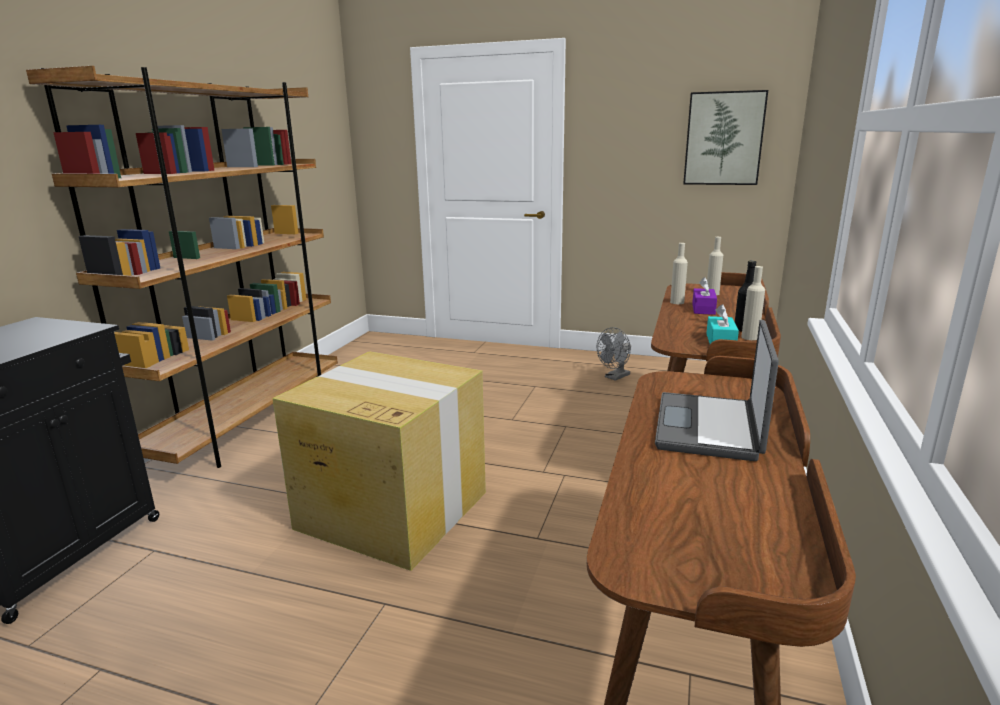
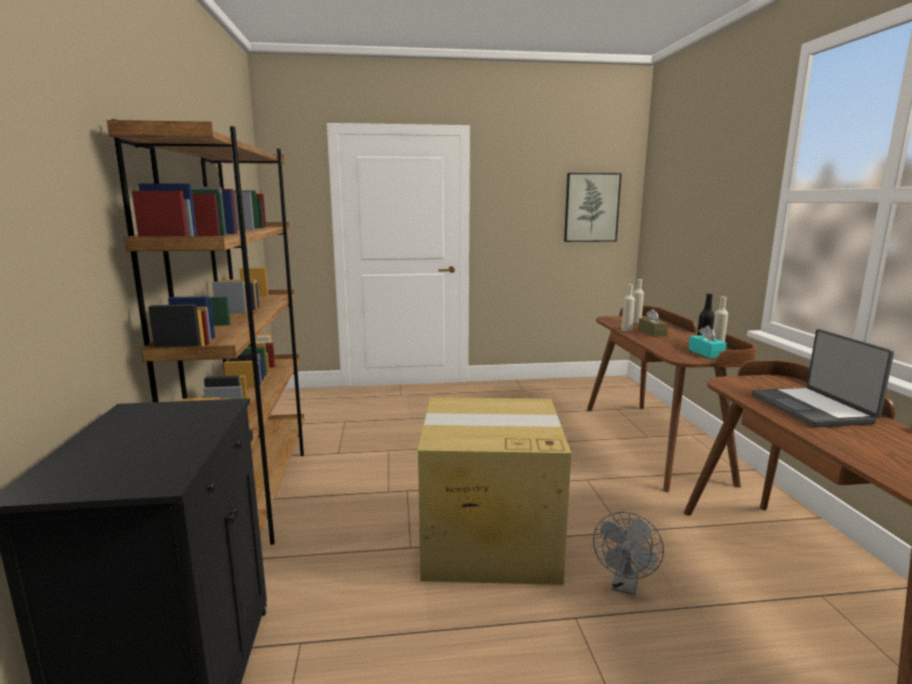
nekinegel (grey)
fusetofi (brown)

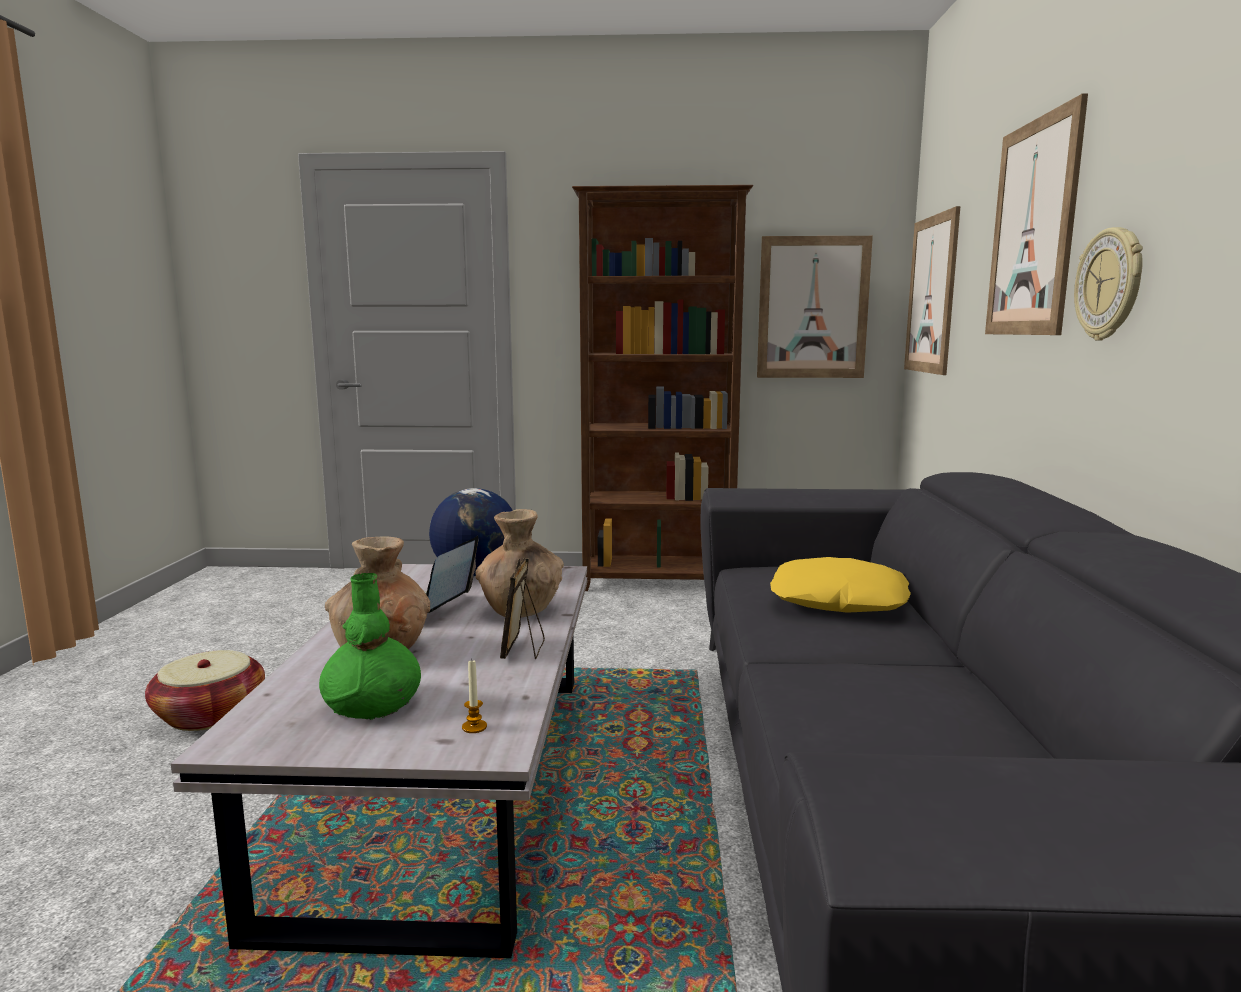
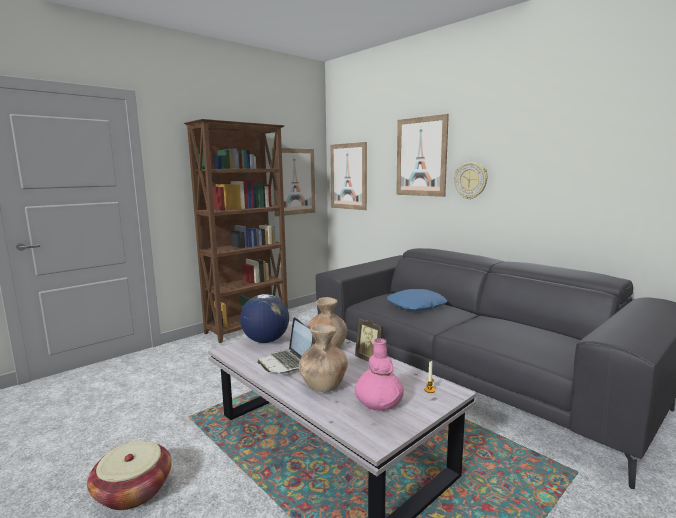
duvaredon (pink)
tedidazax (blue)

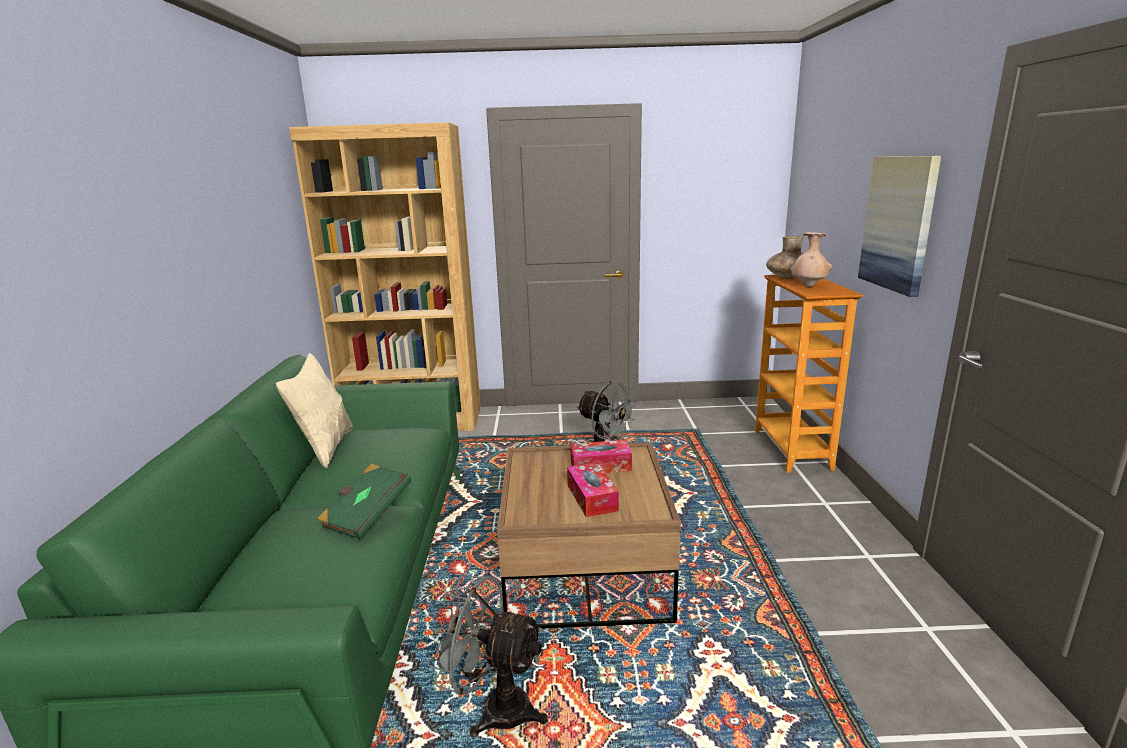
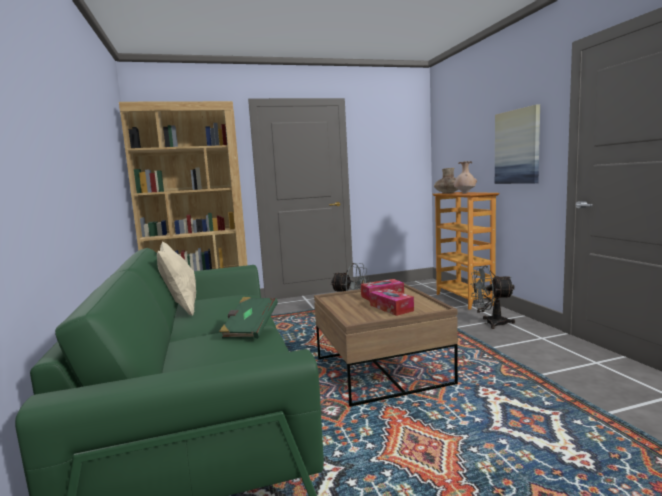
nekinegel (grey) (no. 2 from left)

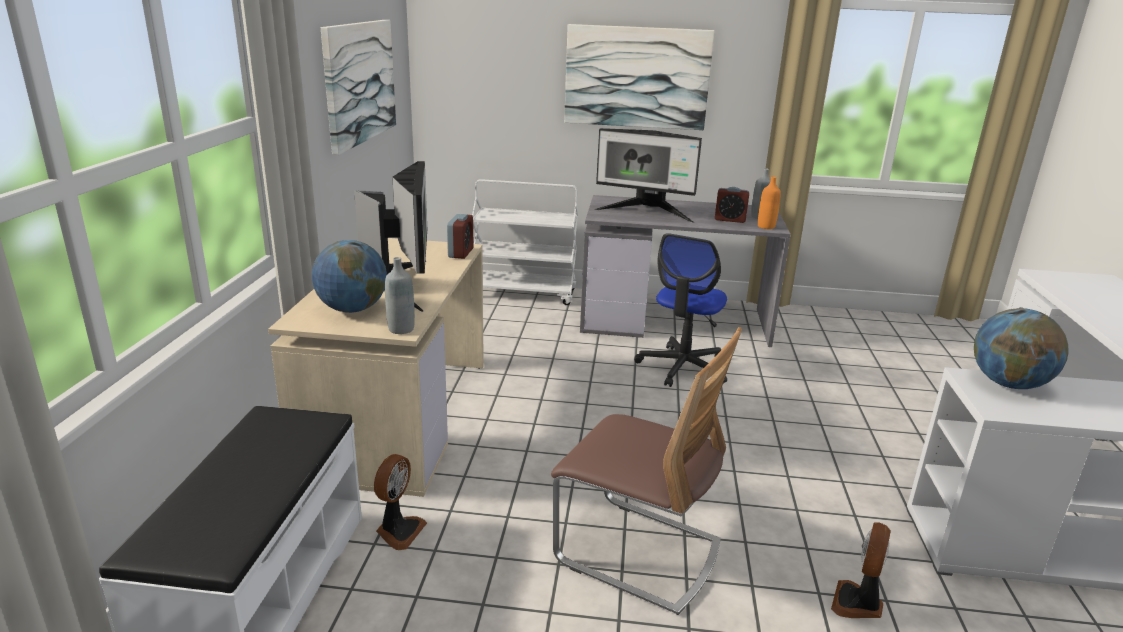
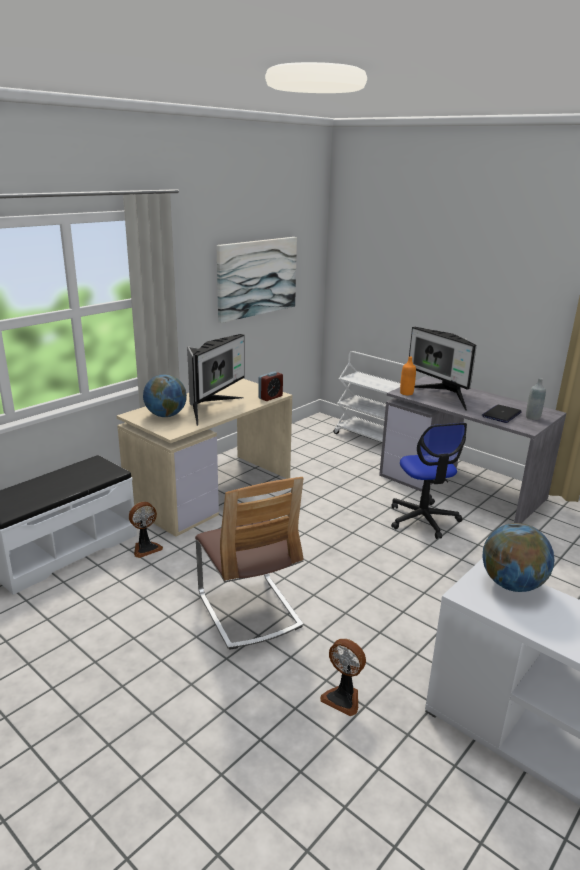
nekinegel (no. 2 from left)
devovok
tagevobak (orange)
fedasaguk
tagevobak (grey) (no. 1 from left in the first image)
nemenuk (no. 2 from left in the first image)

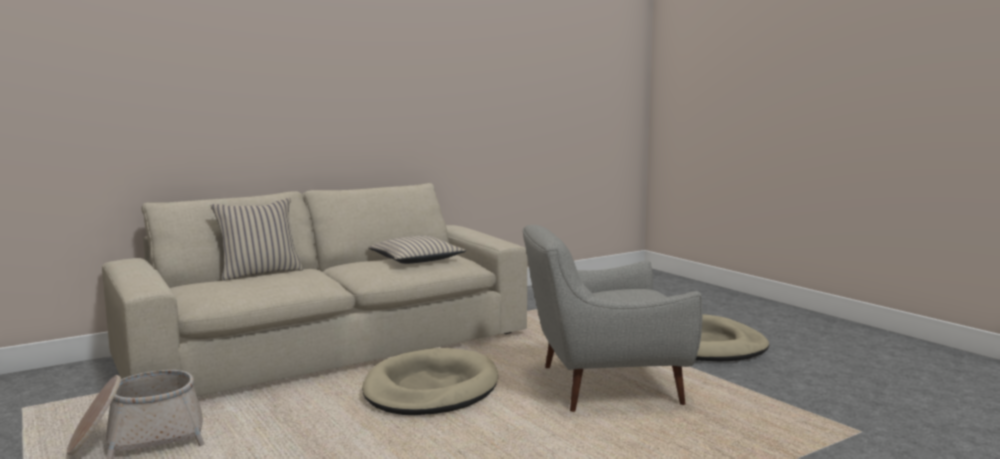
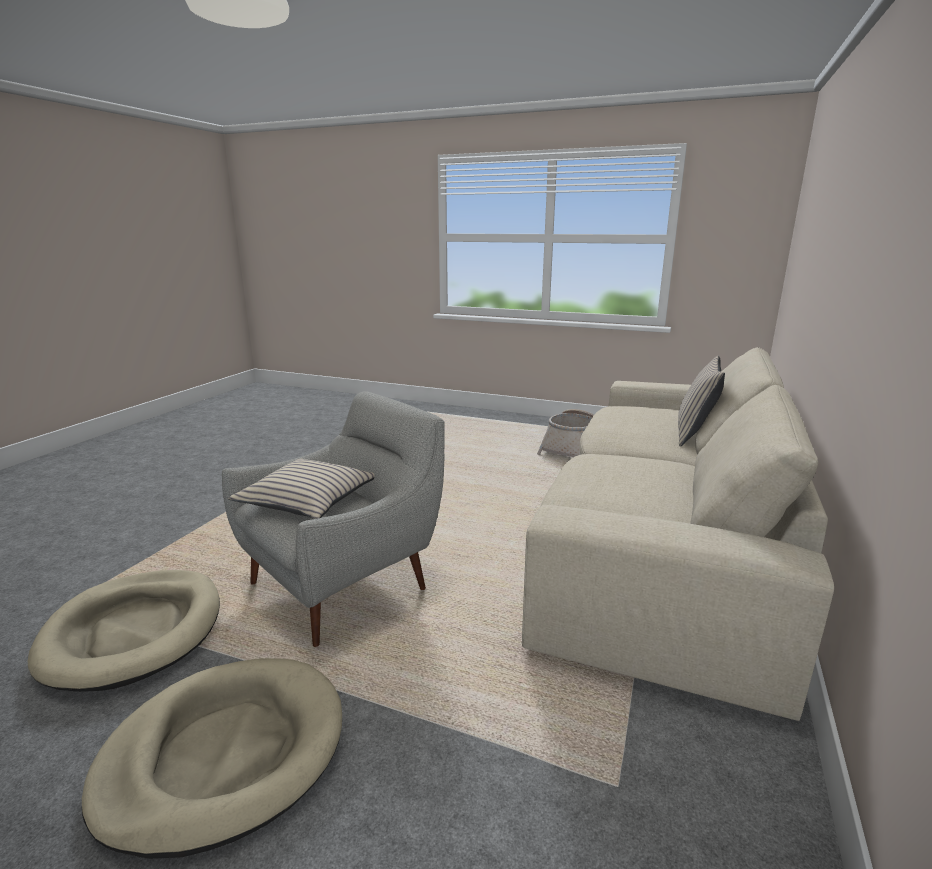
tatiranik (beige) (no. 1 from left)
tedidazax (beige) (no. 1 from left)

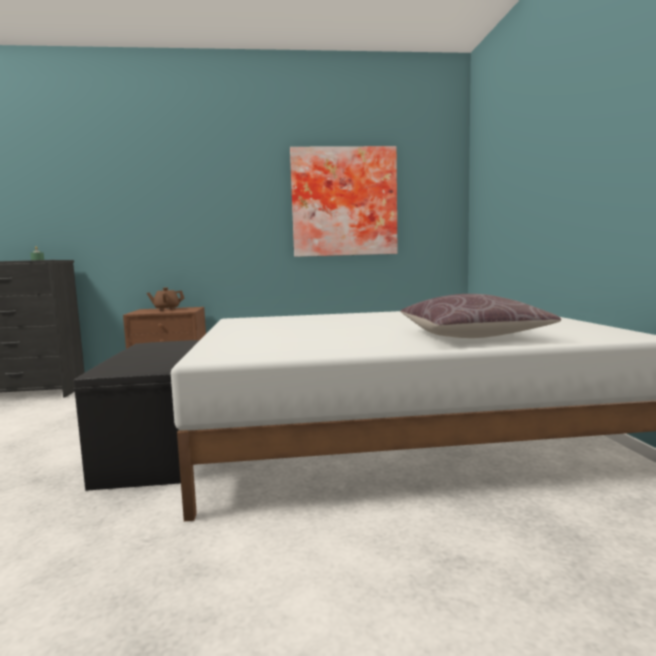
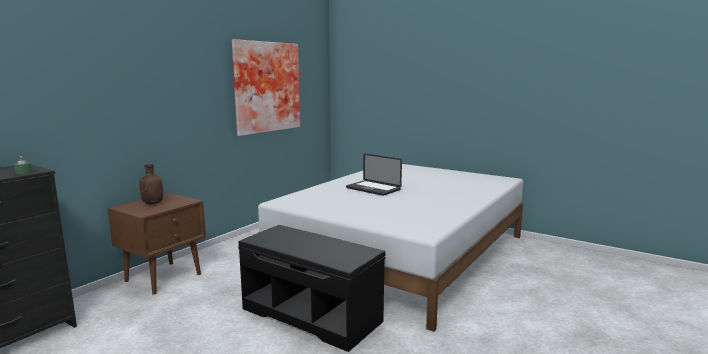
tagevobak (brown)
fedasaguk
tedidazax (brown)

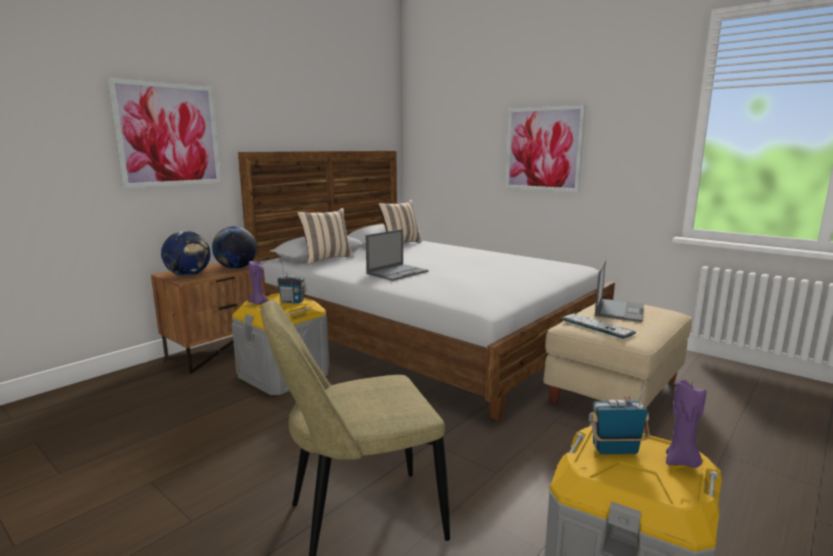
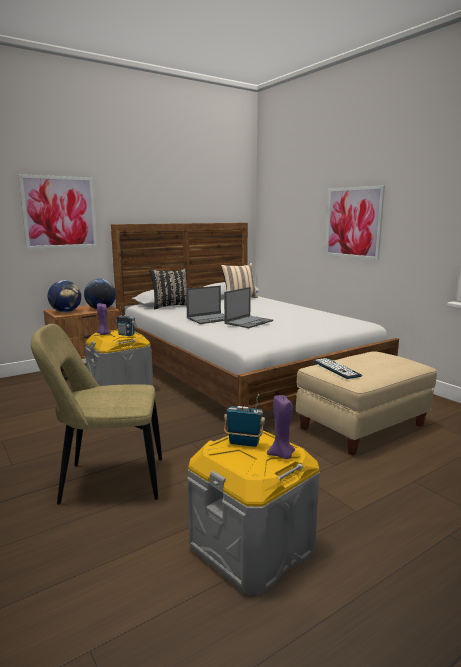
tedidazax (black)
fedasaguk (no. 2 from left)

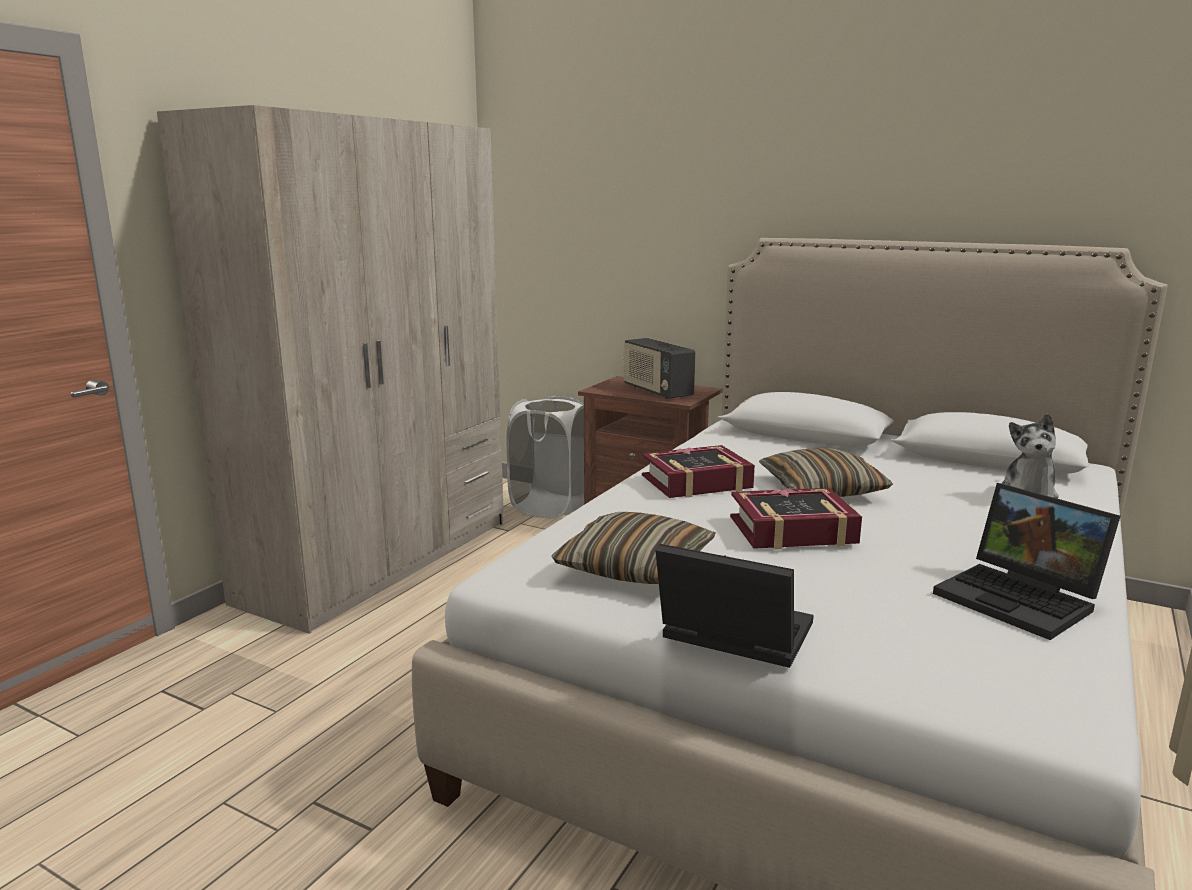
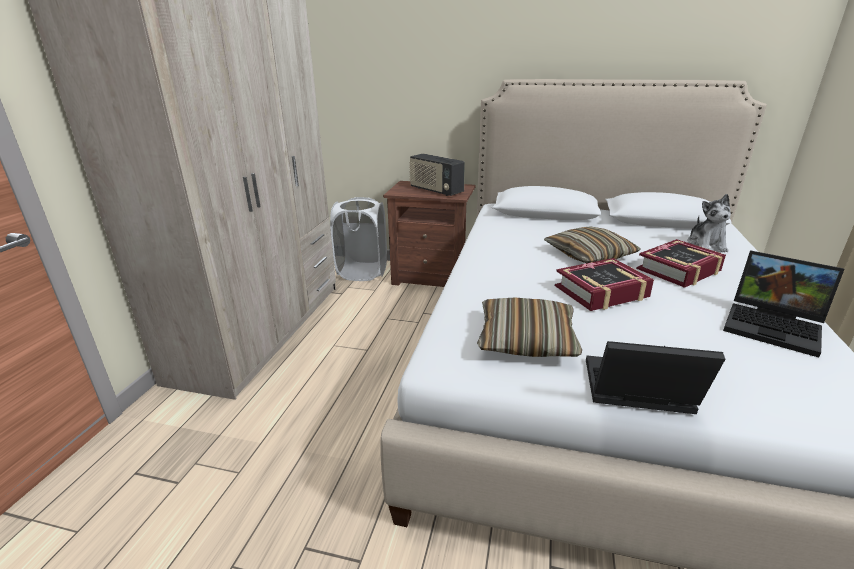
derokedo (no. 2 from left)

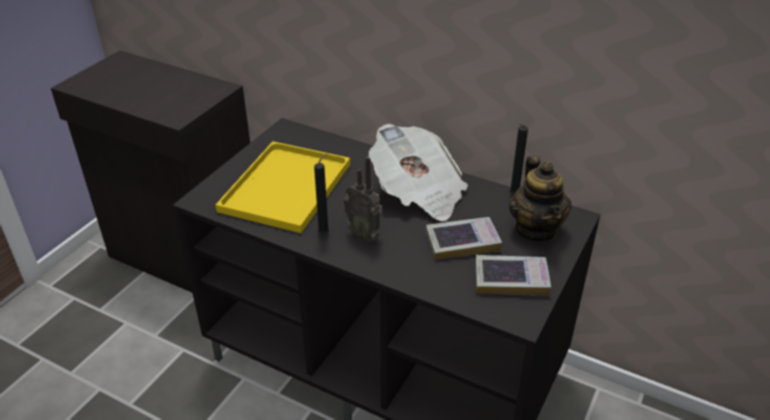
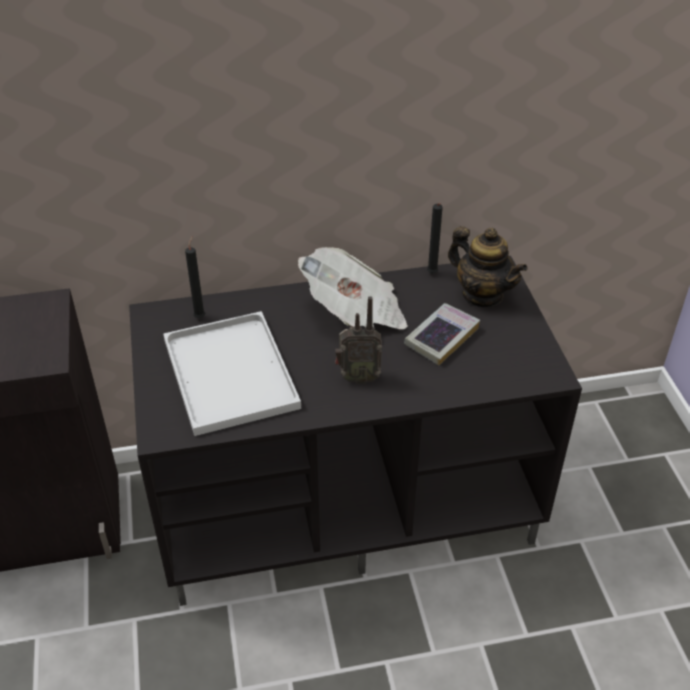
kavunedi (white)
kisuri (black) (no. 1 from left)
derokedo (no. 2 from left in the first image)

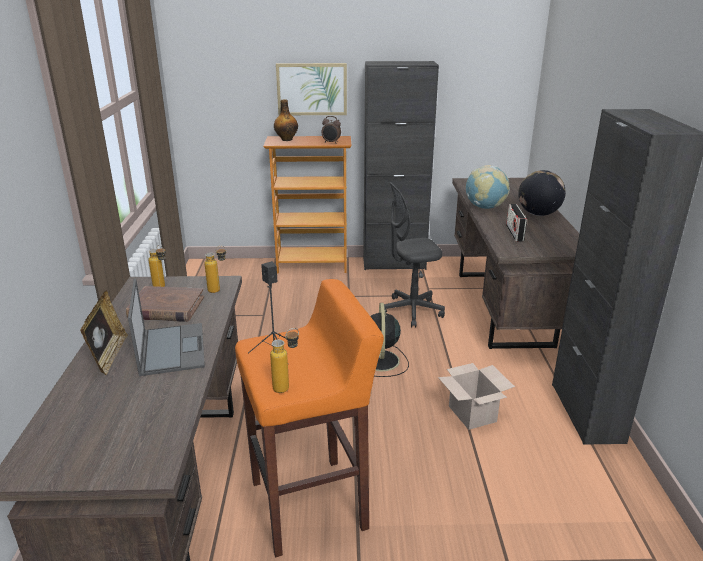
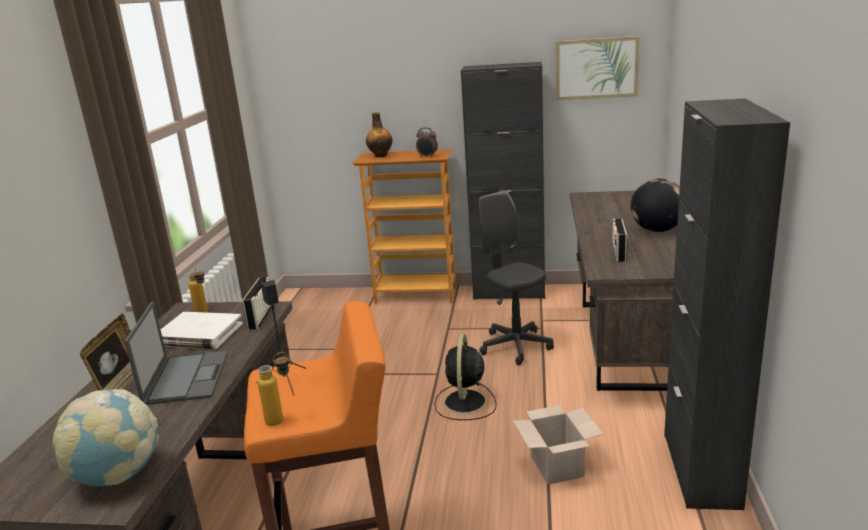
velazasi (no. 1 from left)
derokedo (white)
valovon (no. 1 from left)
devovok (grey)
nemenuk

